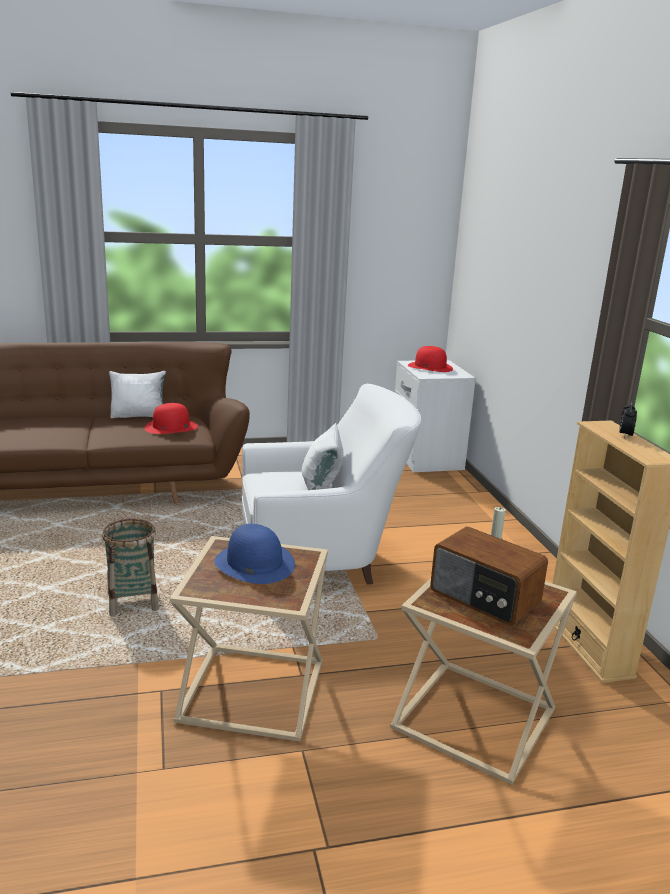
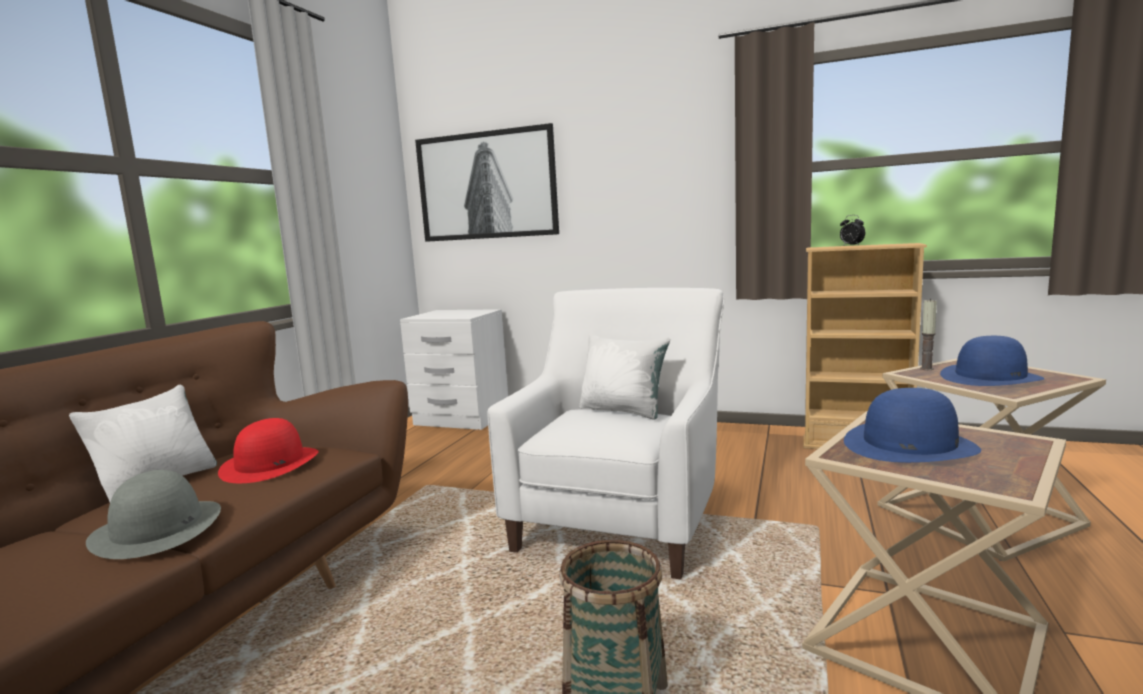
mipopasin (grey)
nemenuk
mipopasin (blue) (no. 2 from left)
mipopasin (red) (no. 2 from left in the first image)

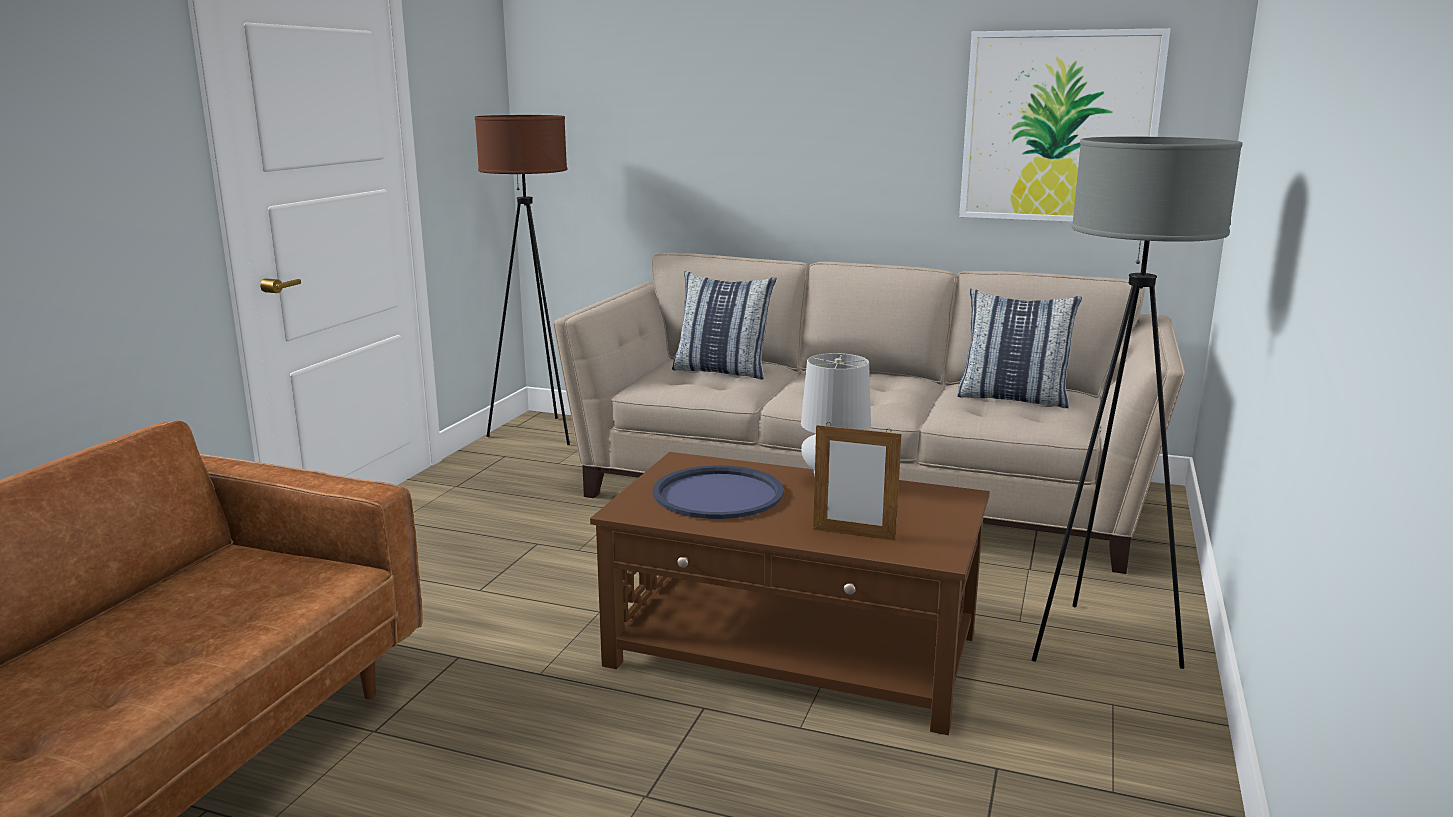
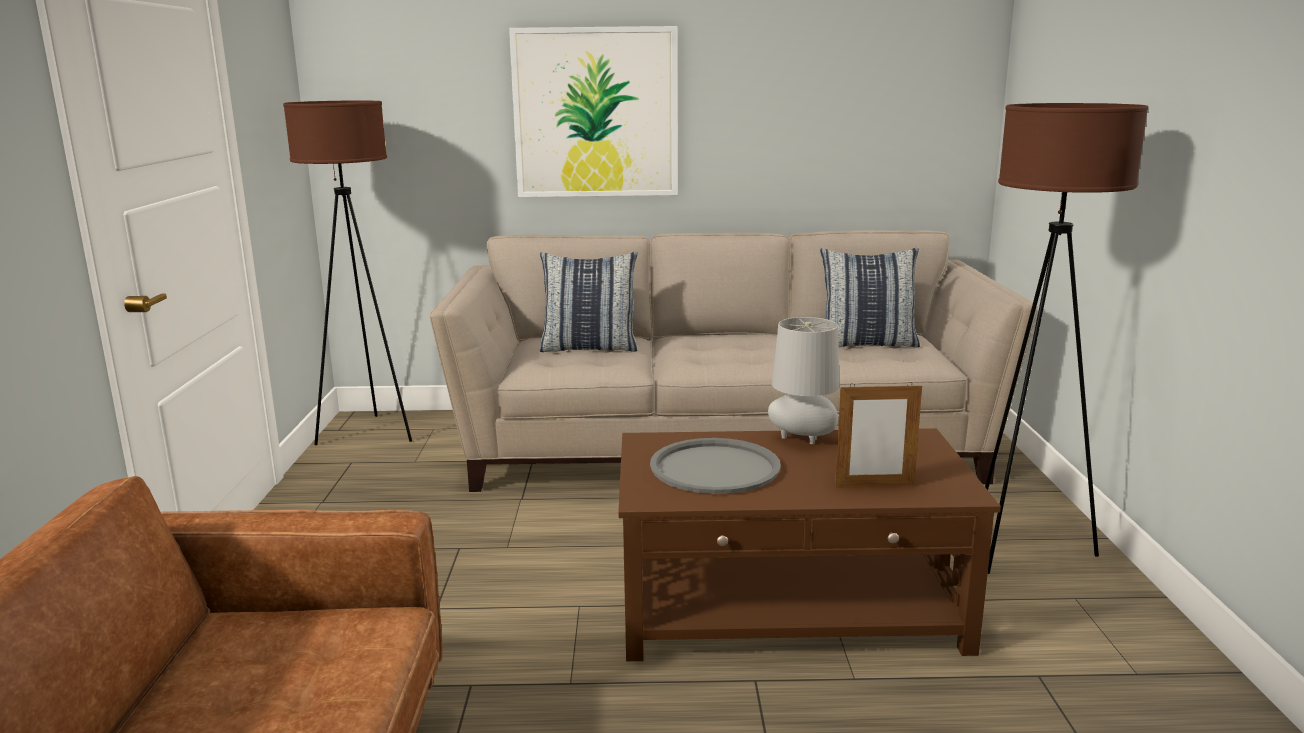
nemenuk
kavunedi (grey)
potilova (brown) (no. 2 from left)

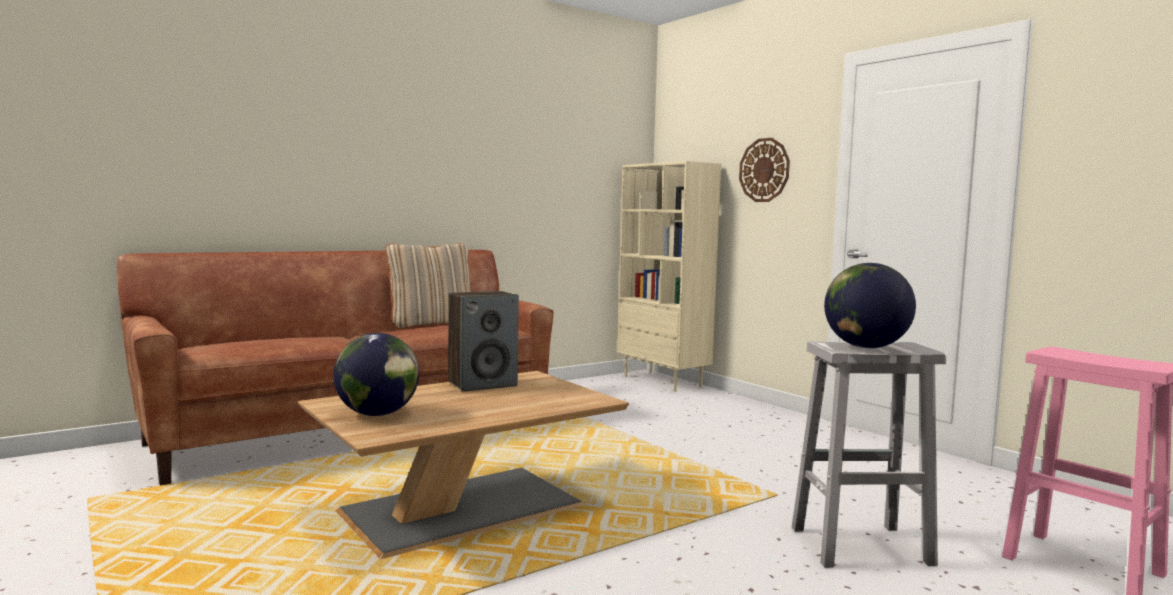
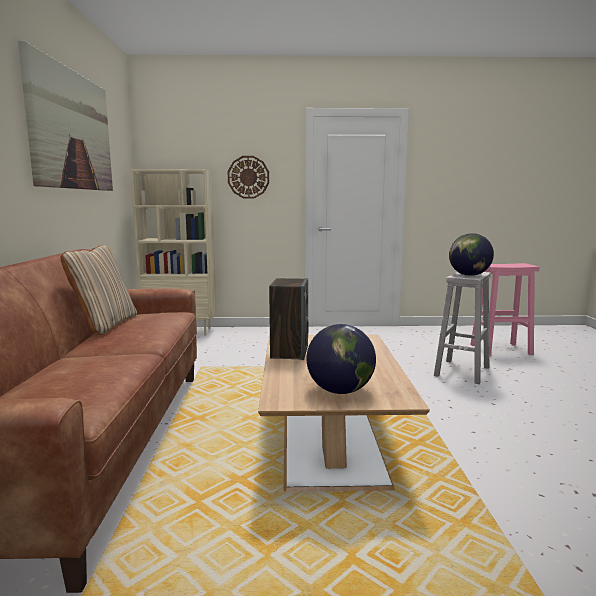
nemenuk

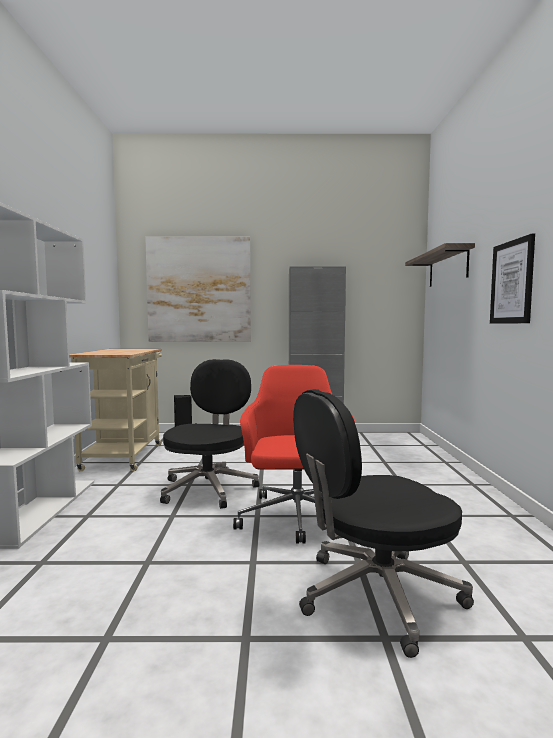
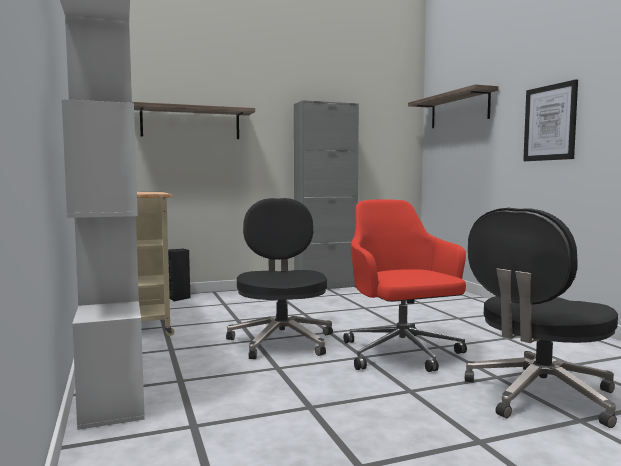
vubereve (no. 1 from left)

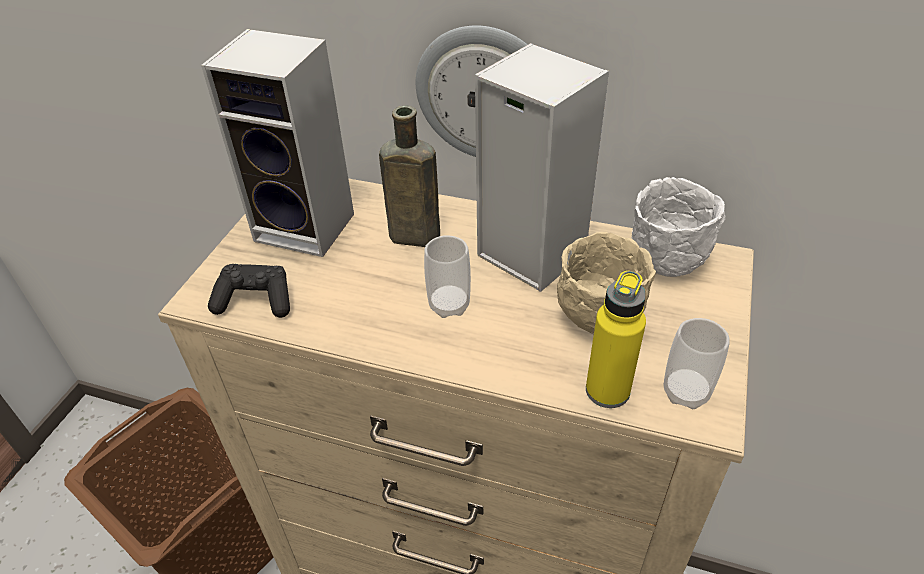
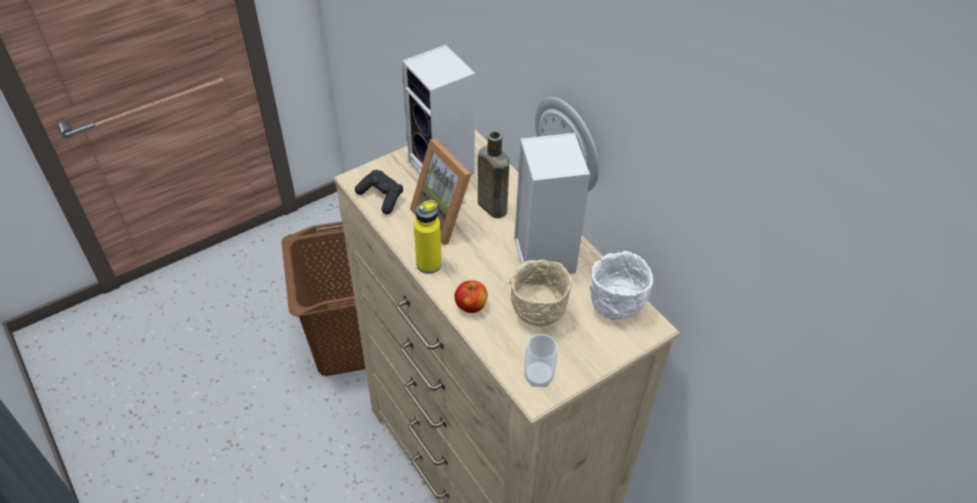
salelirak
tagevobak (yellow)
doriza
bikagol (no. 1 from left in the first image)

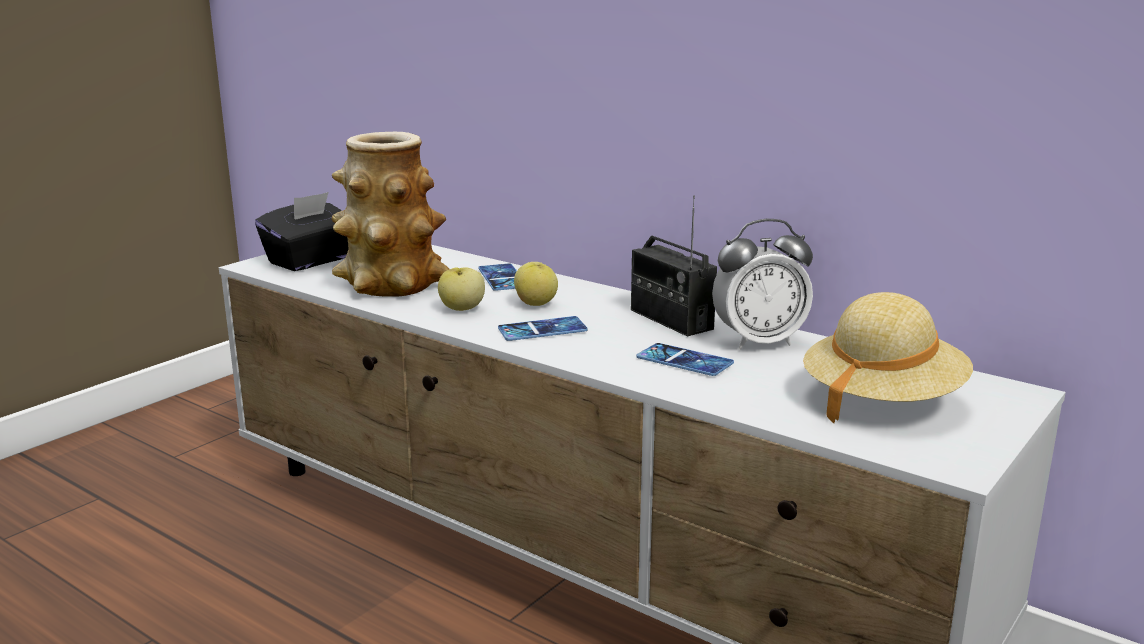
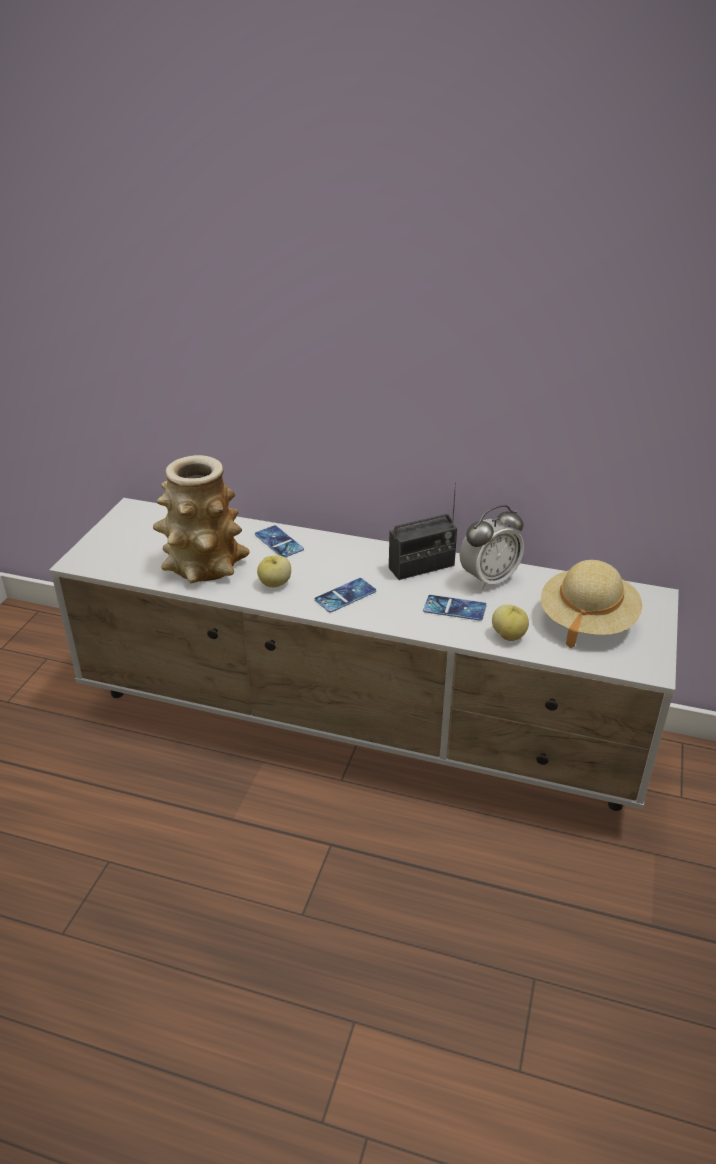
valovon
doriza (no. 2 from left)
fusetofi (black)

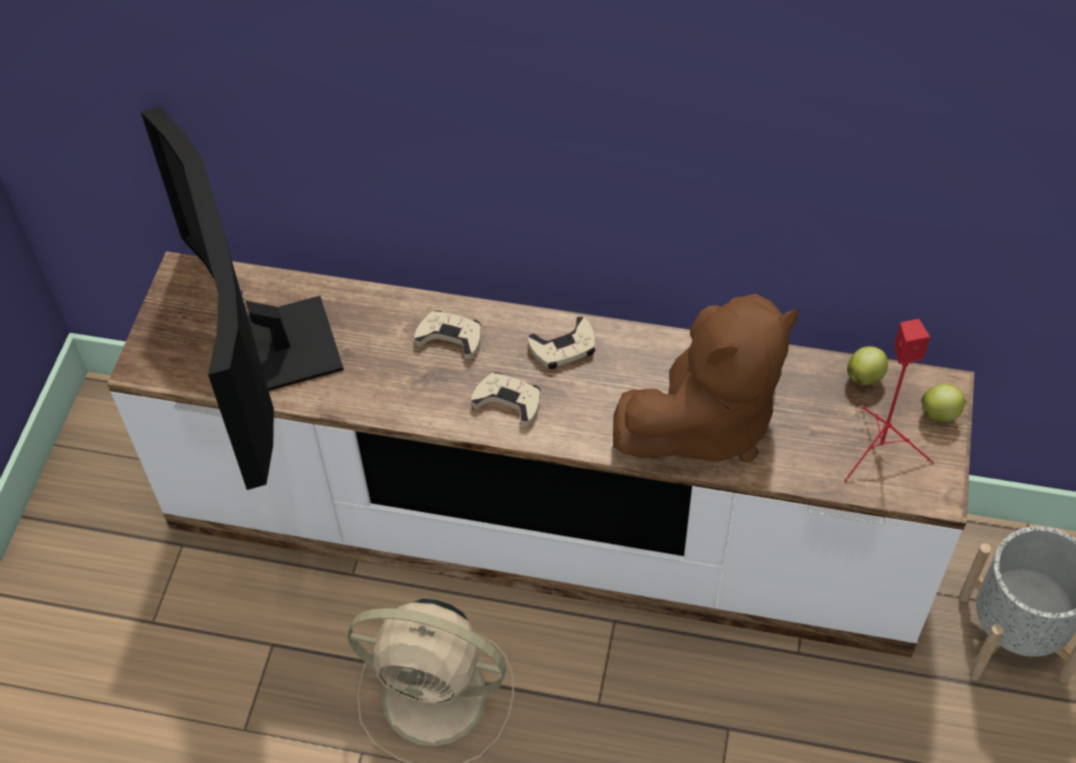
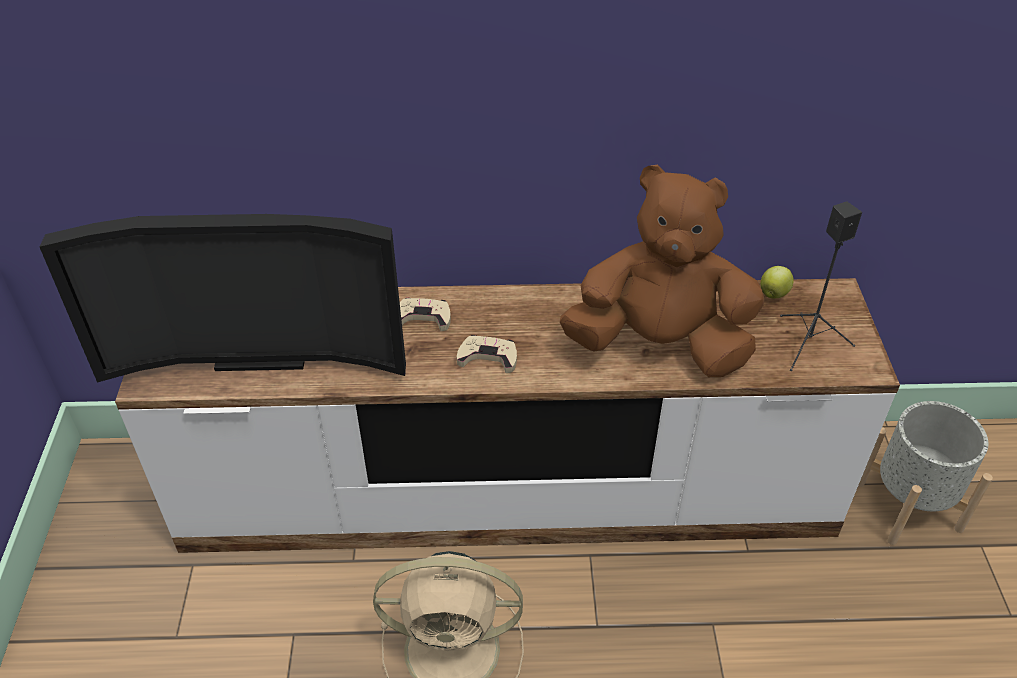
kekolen
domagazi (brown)
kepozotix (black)
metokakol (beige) (no. 3 from left in the first image)
doriza (no. 2 from left in the first image)

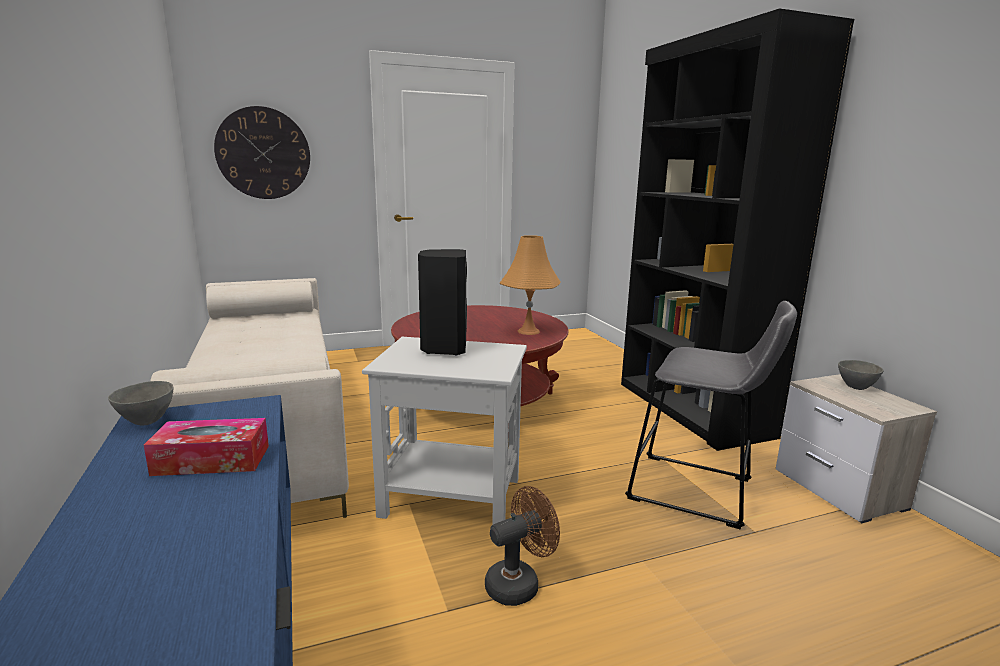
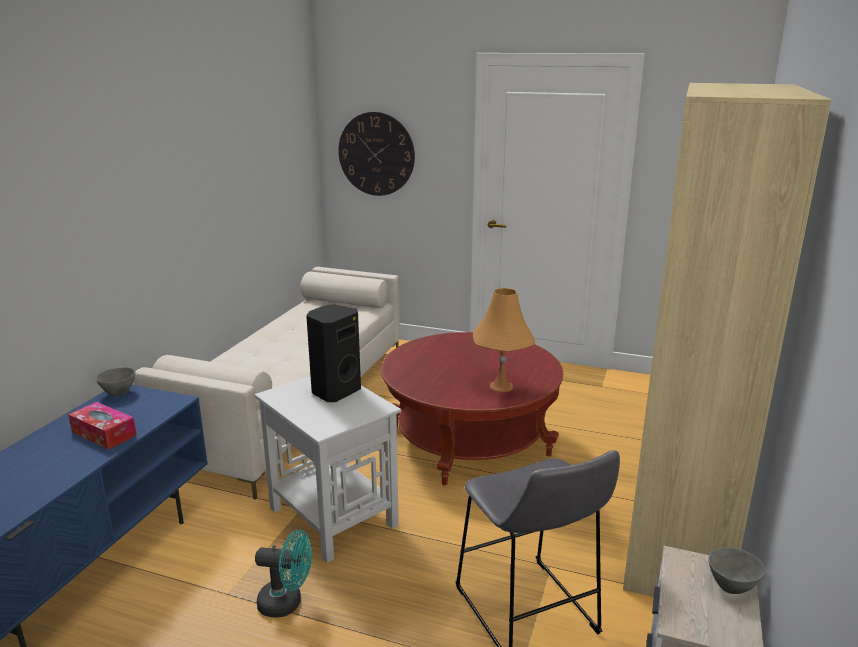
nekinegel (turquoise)
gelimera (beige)

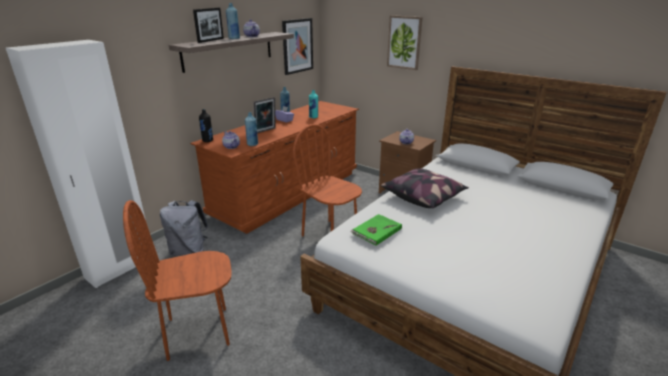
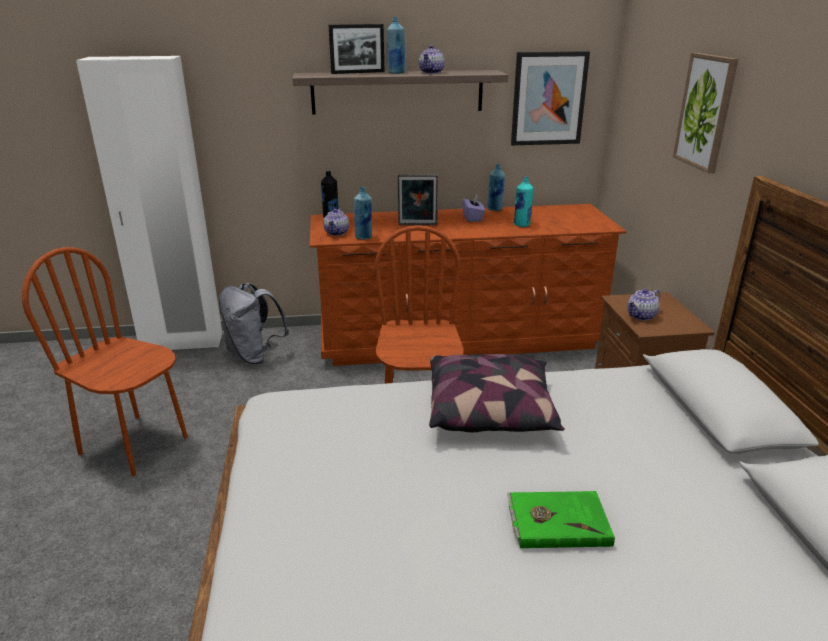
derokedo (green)

